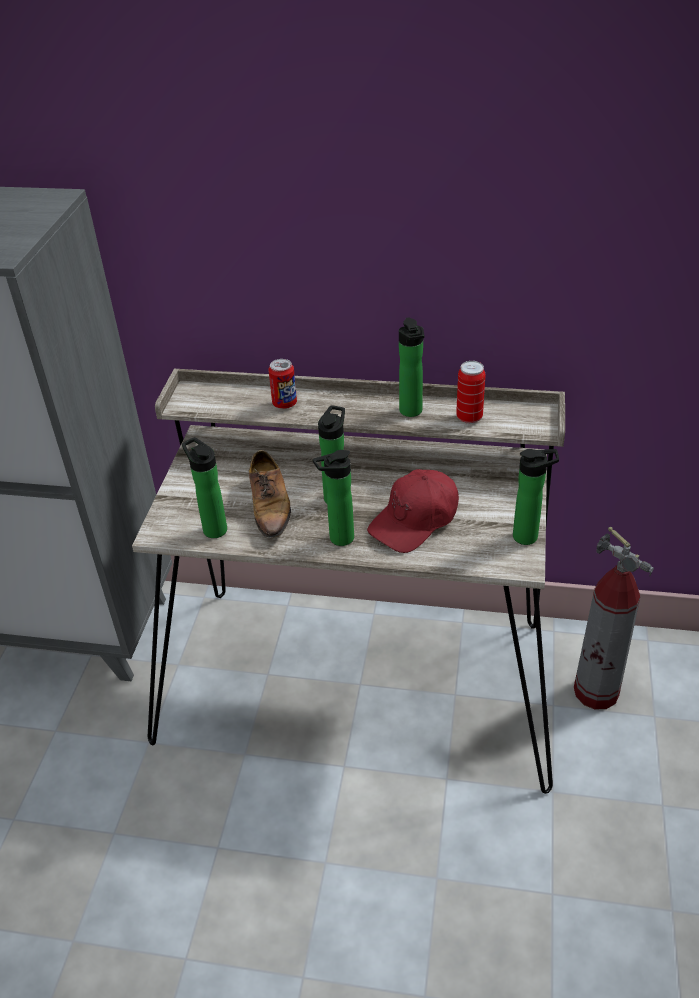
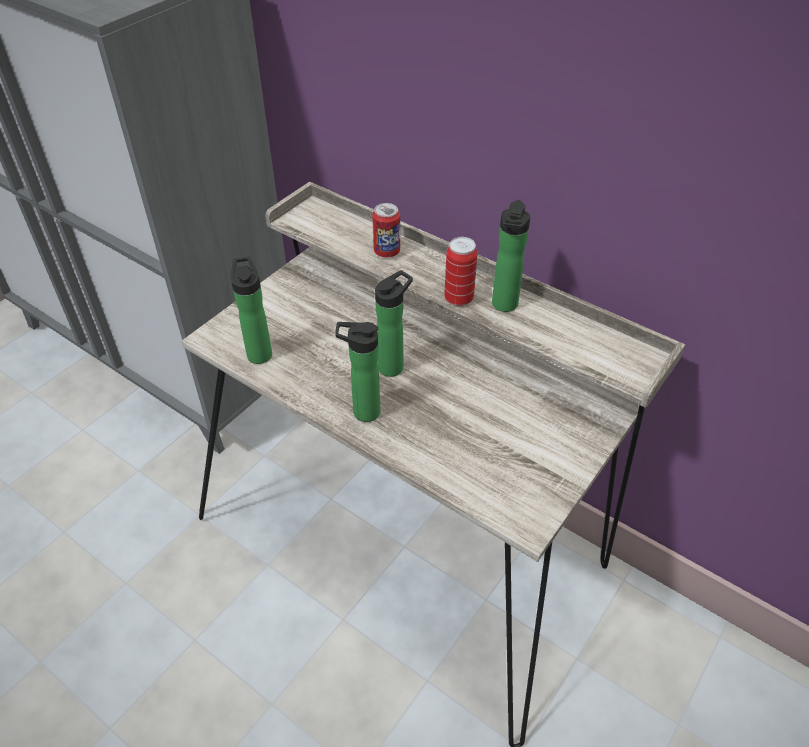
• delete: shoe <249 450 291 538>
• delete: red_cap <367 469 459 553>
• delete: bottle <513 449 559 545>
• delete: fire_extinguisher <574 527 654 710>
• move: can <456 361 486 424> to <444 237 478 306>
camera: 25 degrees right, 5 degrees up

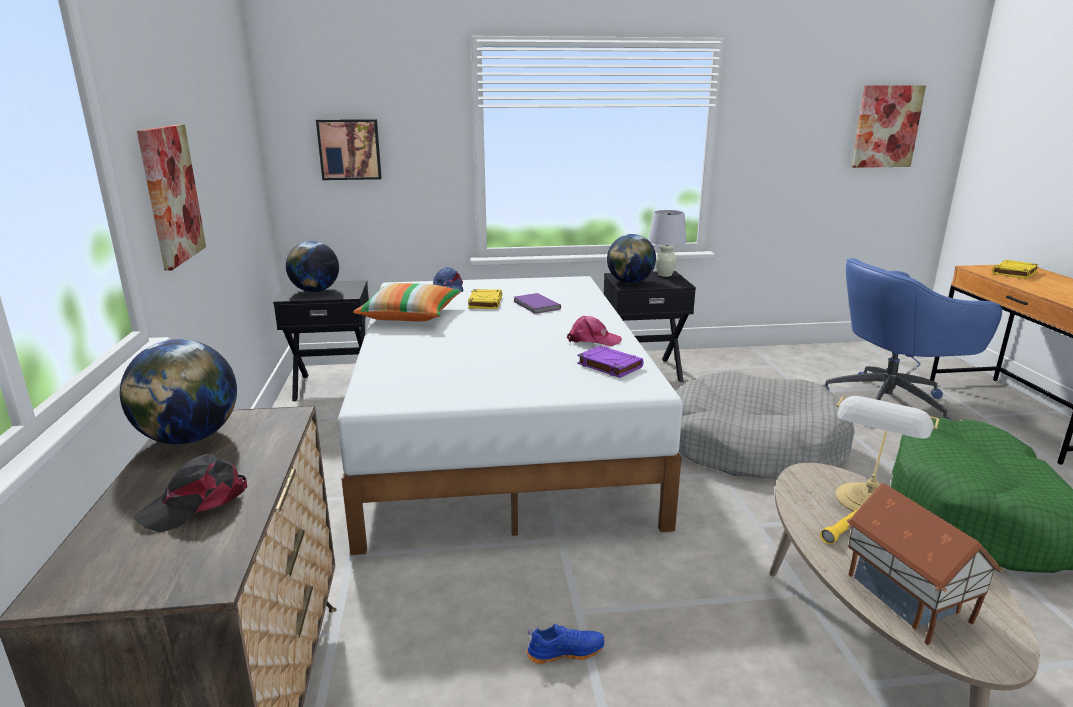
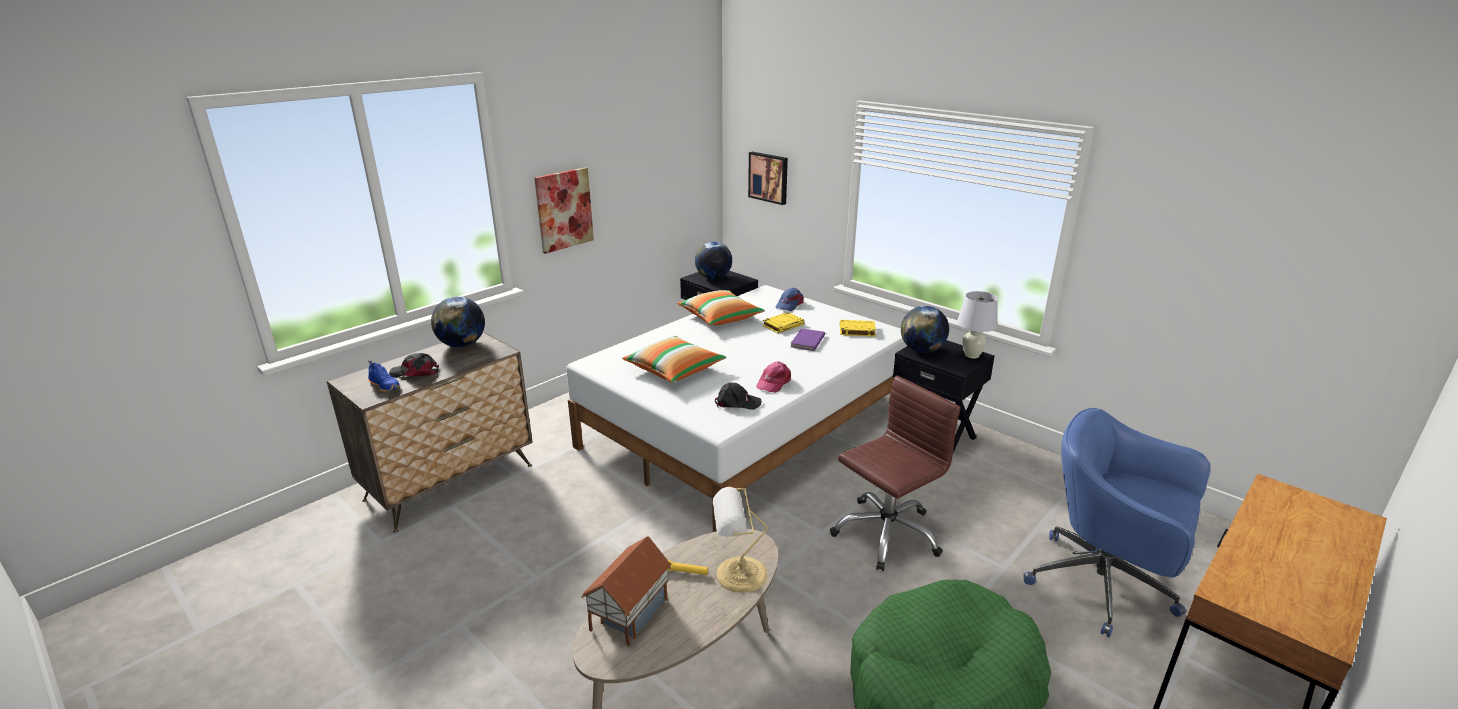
• delete: picture <851 86 926 168>
• insert: pillow <622 336 726 383>
• move: blue_shoe <527 624 605 664> to <368 360 400 392>
• move: yellow_book <992 260 1039 279> to <840 320 876 337>
• replace: purple_book <577 346 644 378> to black_cap <715 383 762 410>
• replace: grey_dog_bed <676 371 855 479> to brown_office_chair <830 376 961 571>
• rotate: pink_cap <567 316 622 346> = <756 361 791 393> 60 degrees clockwise
camera: 50 degrees right, 5 degrees up

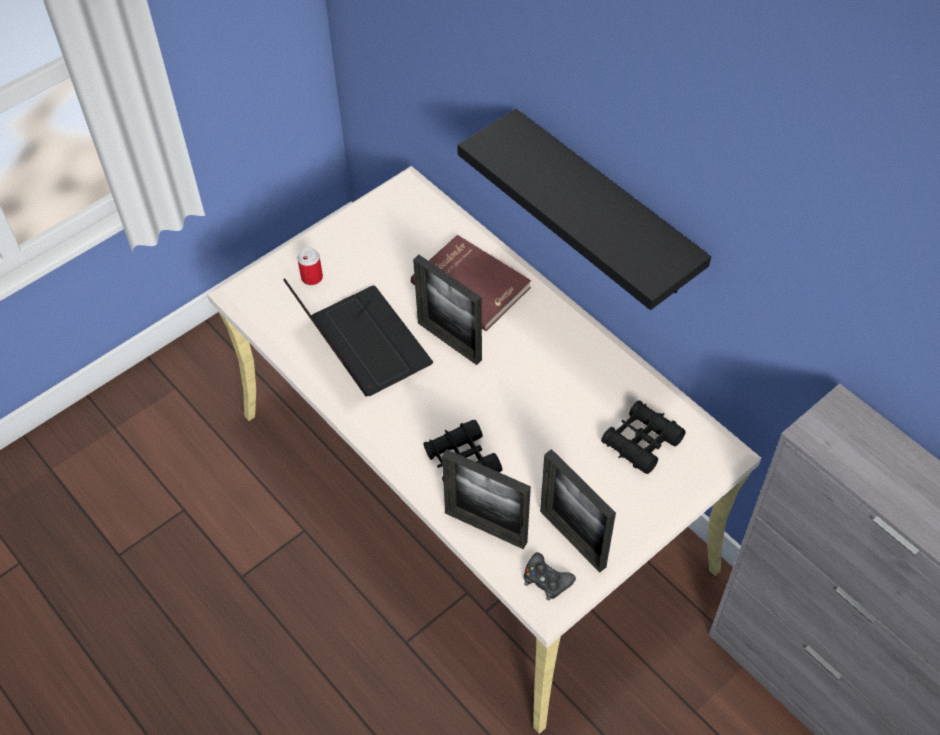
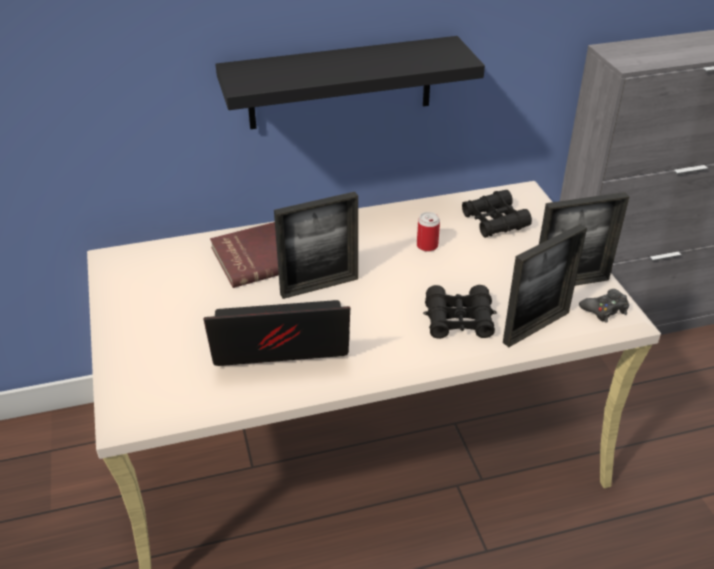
• move: can <297 248 323 285> to <417 212 440 252>
camera: 65 degrees left, 15 degrees down

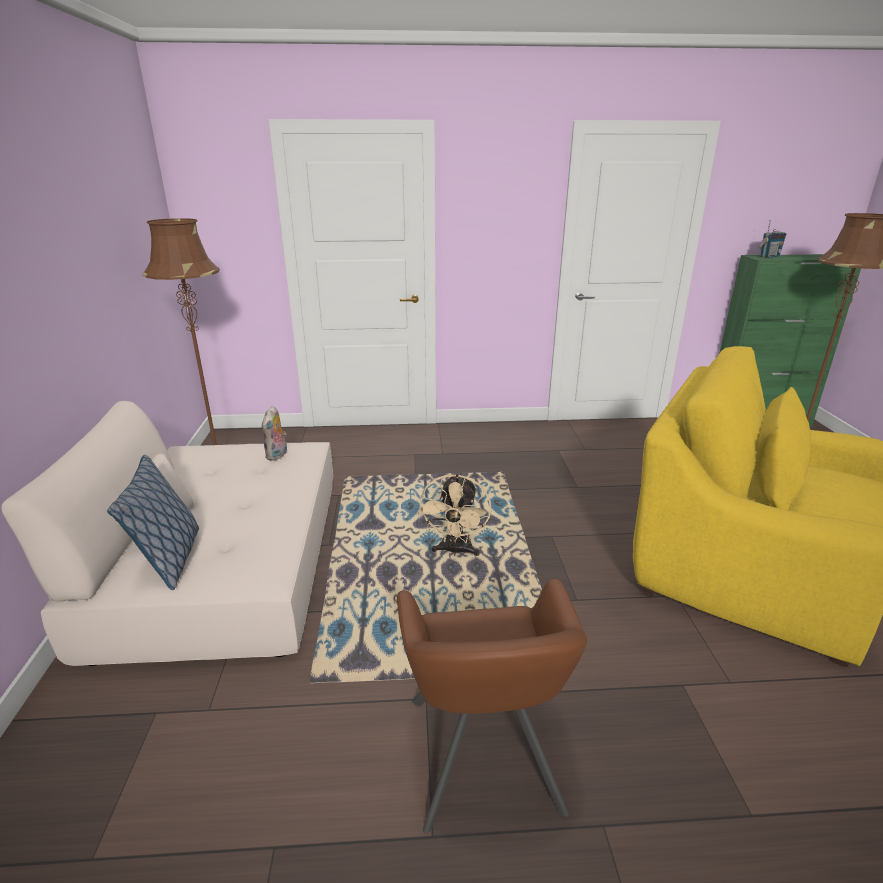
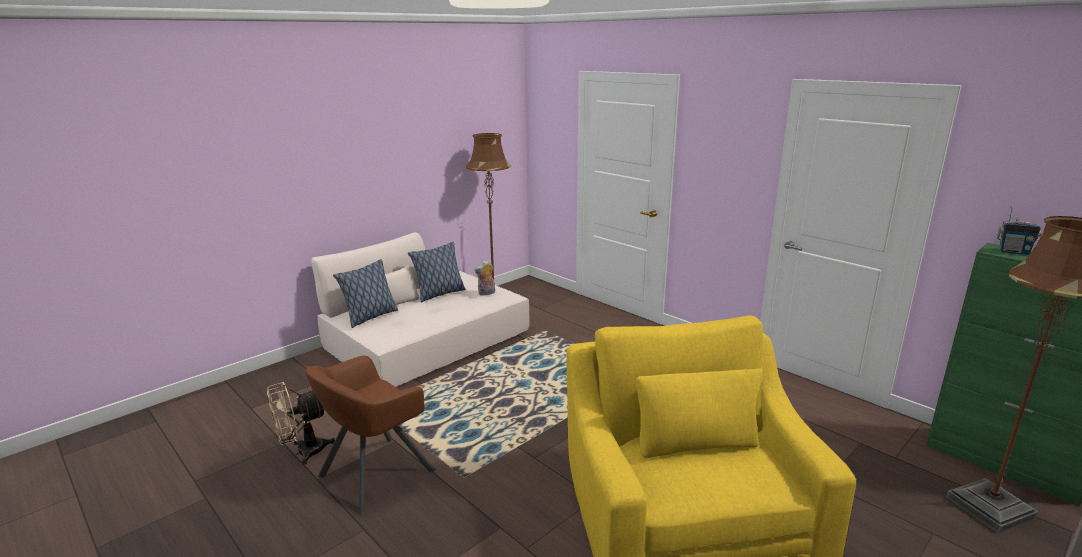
• insert: pillow <408 242 465 302>
• move: beige_fan <418 473 492 556> to <267 382 335 465>
camera: 50 degrees right, 5 degrees down

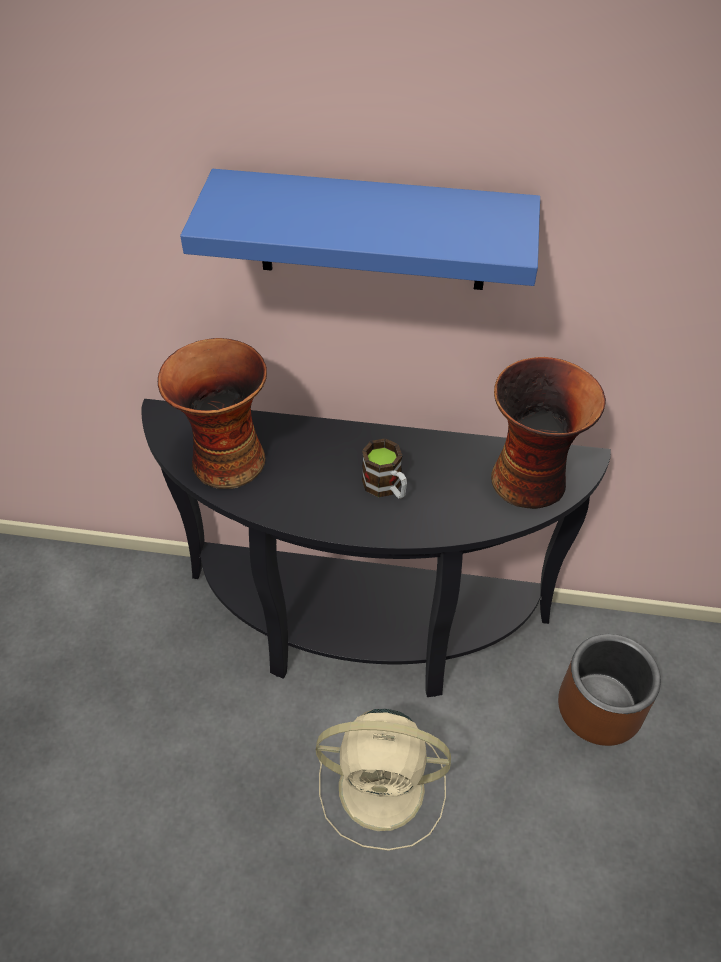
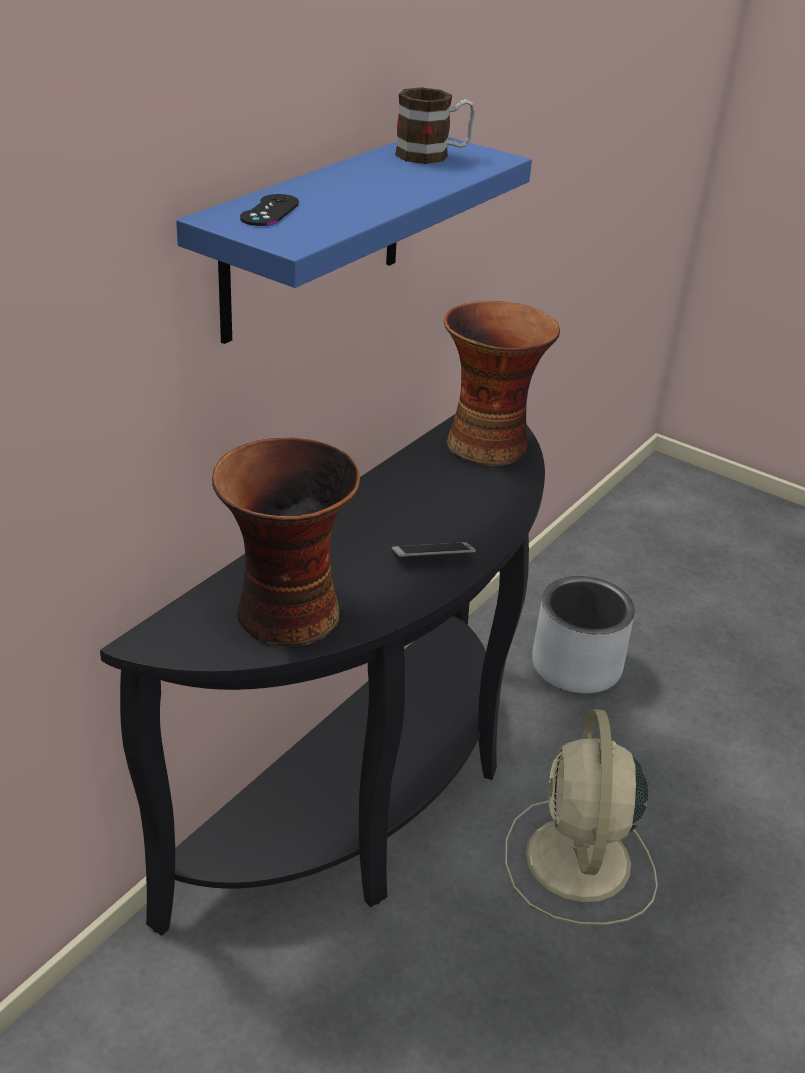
• insert: black_game_controller <240 194 299 226>
• insert: phone <392 542 476 557>
• move: mug <362 438 407 499> to <395 87 475 164>
• recolor: brown_planter <558 634 661 746> to grey_planter <532 576 635 694>
• rotate: beige_fan <316 709 451 851> = <505 709 658 925> 150 degrees clockwise
camera: 65 degrees left, 15 degrees down

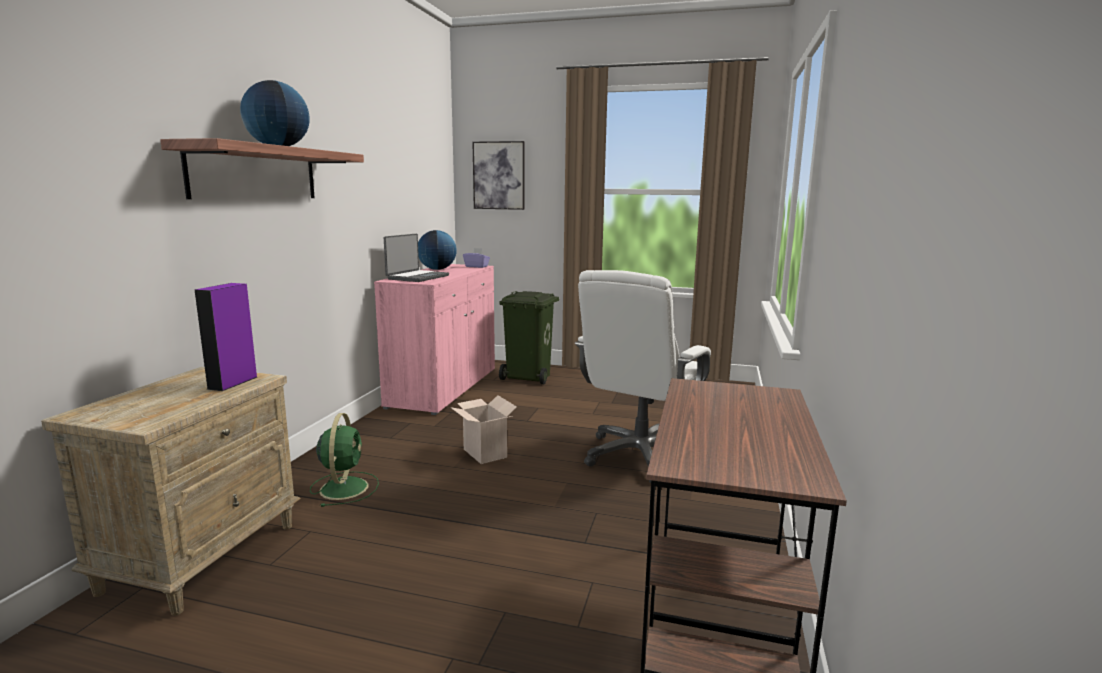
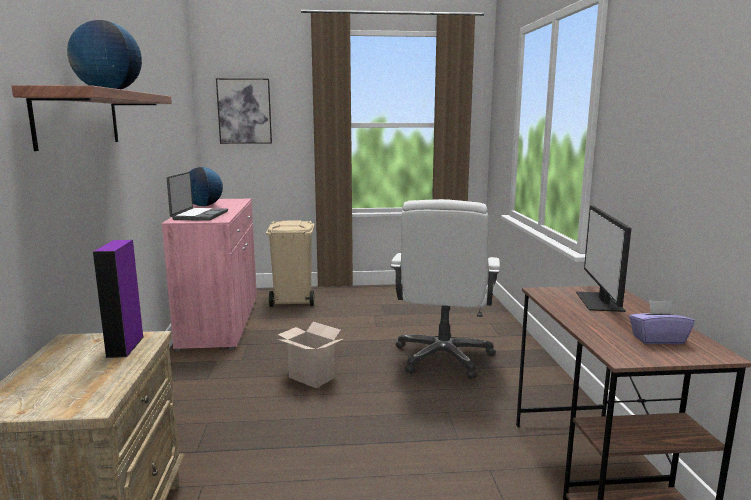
• delete: green_fan <310 413 379 507>
• insert: monitor <576 205 632 312>
• move: purple_tissue_box <463 248 490 268> to <629 300 695 344>
• recolor: green_trash_can <499 291 559 384> to beige_trash_can <266 221 315 307>
camera: 20 degrees left, 0 degrees up

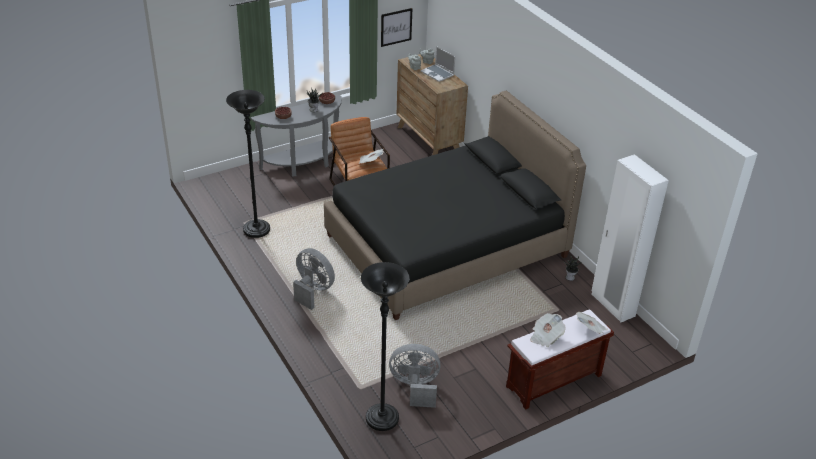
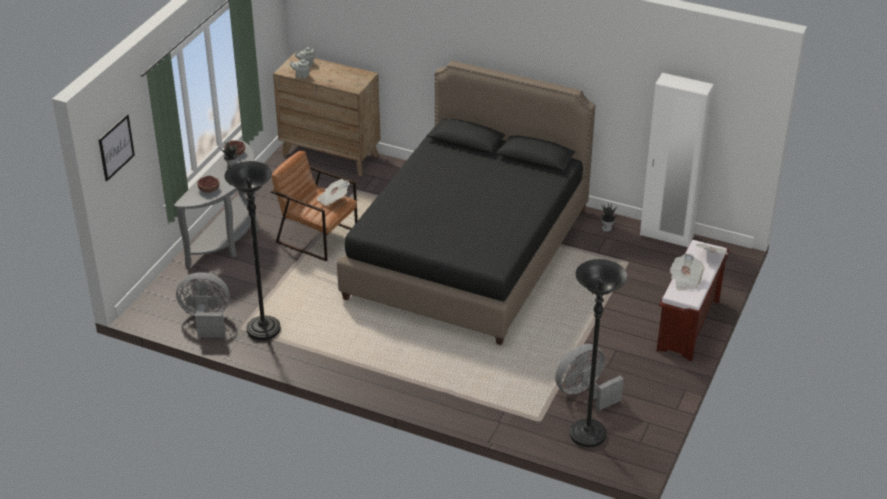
• delete: laptop <421 46 455 82>
• move: grey_fan <293 248 335 310> to <176 272 230 337>
• move: picture <381 8 413 47> to <98 114 135 181>
camera: 35 degrees left, 0 degrees up

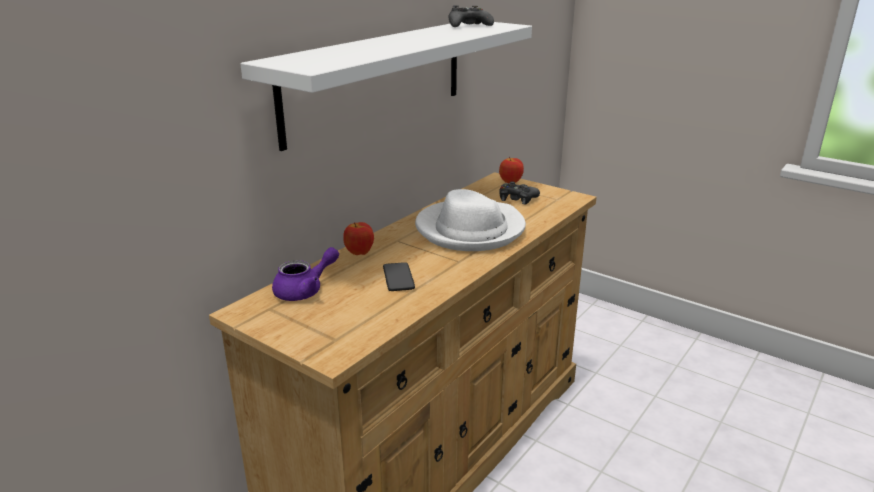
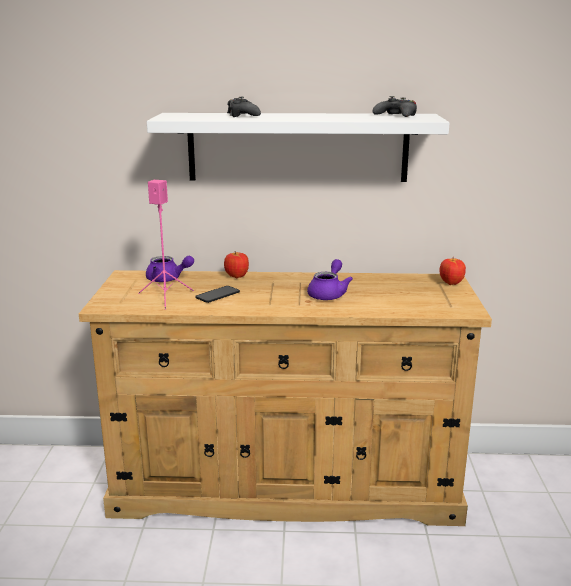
• insert: pink_speaker <138 180 194 310>
• move: black_game_controller <499 181 540 204> to <227 97 261 117>
• replace: white_hat <415 189 526 251> to purple_teapot <307 259 353 300>
camera: 55 degrees right, 5 degrees down

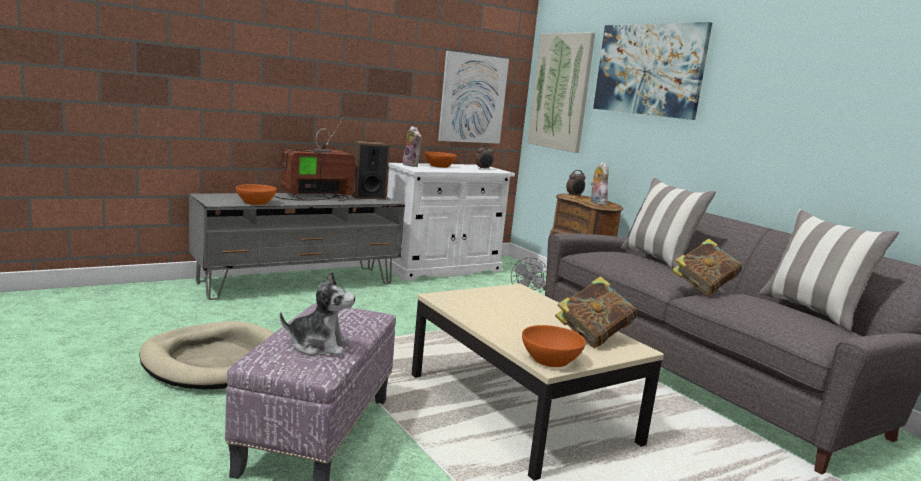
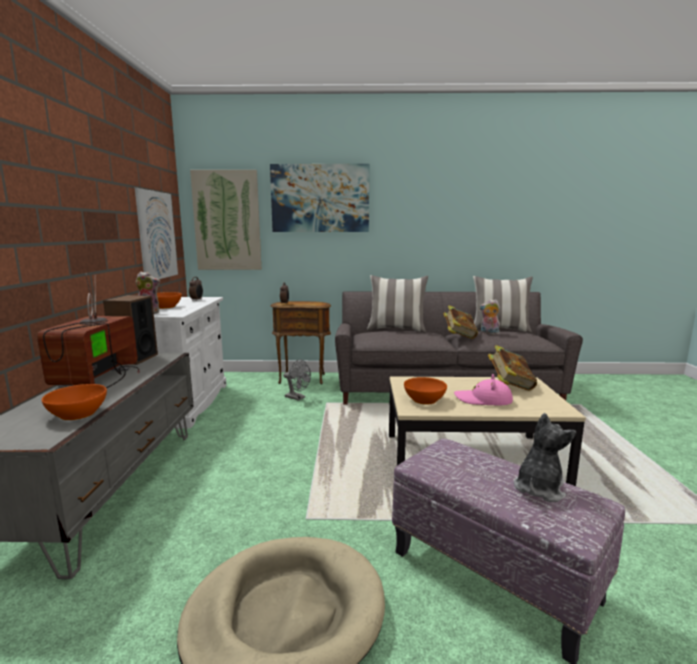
• insert: pink_hat <454 374 513 405>
• move: orange_bowl <522 325 586 367> to <404 377 447 405>
• move: plush_toy <591 162 608 205> to <479 299 500 335>
camera: 55 degrees left, 0 degrees up

